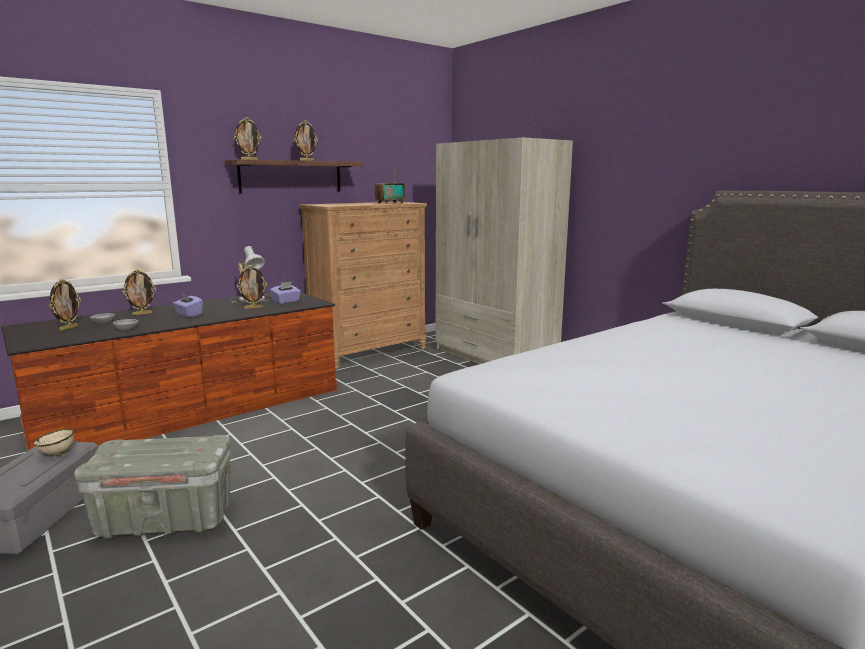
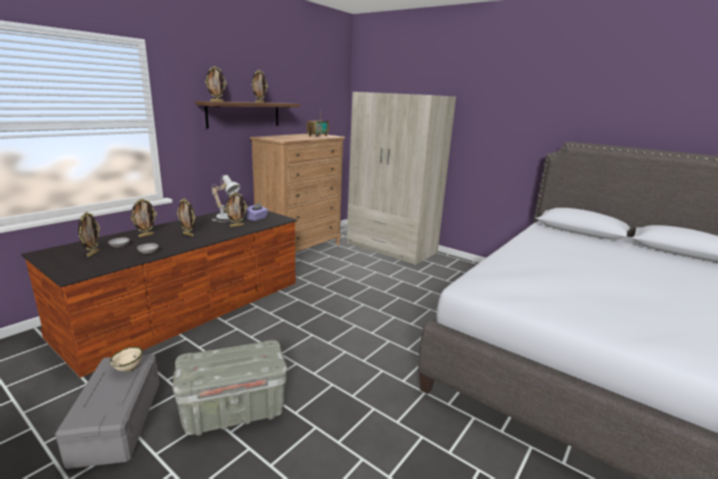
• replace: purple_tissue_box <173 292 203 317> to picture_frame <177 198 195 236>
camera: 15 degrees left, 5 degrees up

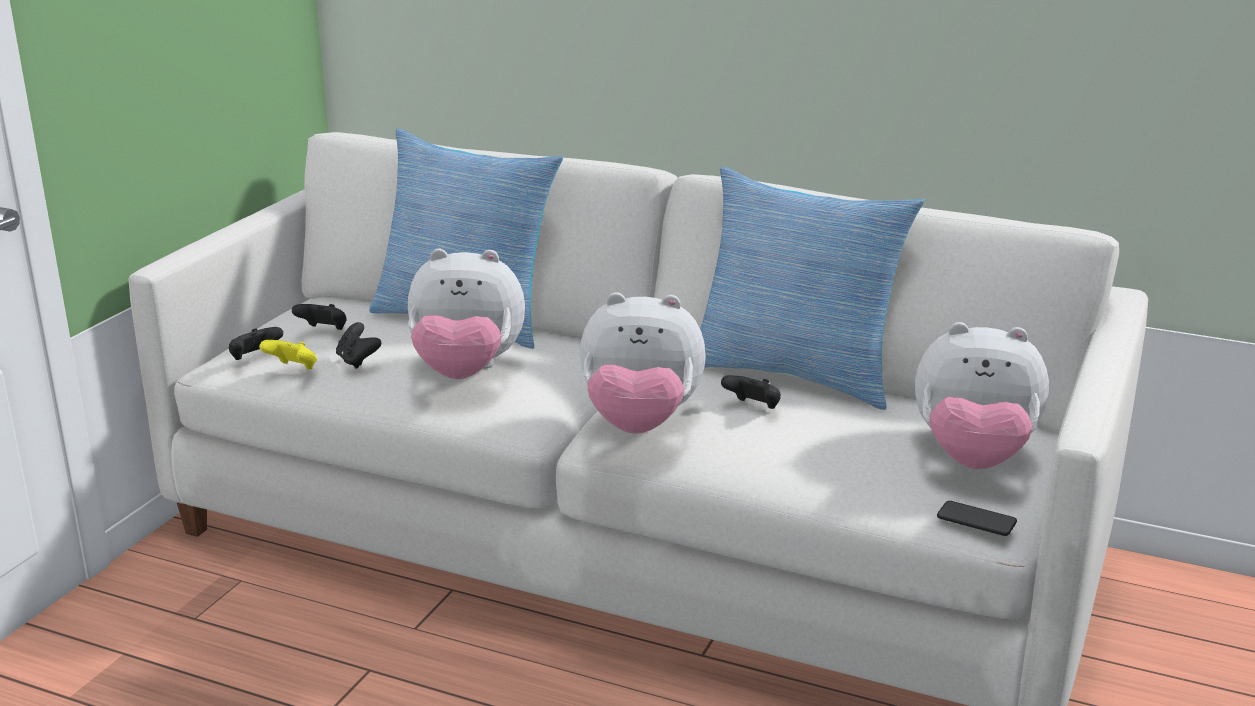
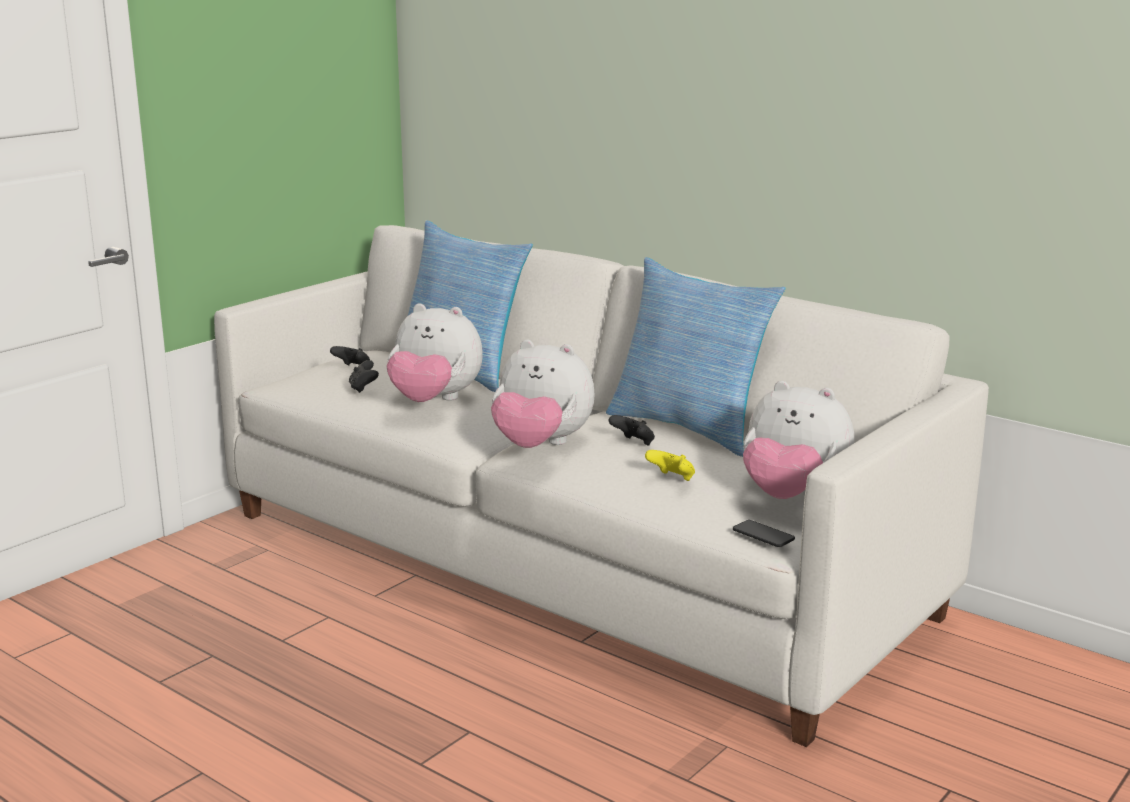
• delete: black_game_controller <229 327 283 360>
• move: yellow_game_controller <259 340 317 370> to <645 450 695 481>
camera: 15 degrees right, 5 degrees down

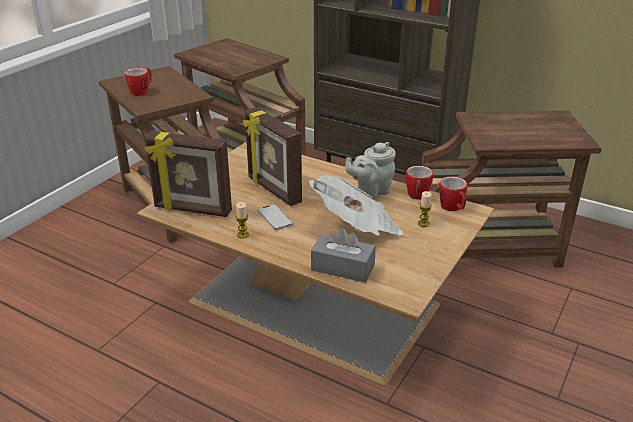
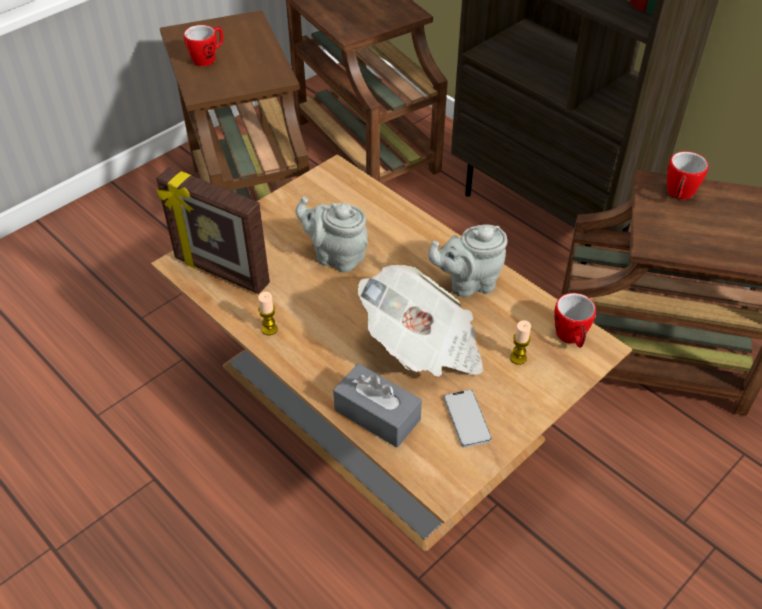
• move: phone <258 204 293 230> to <444 390 492 447>
• move: mug <406 166 433 200> to <667 151 708 200>
• replace: picture_frame <243 107 302 206> to grey_teapot <295 197 368 273>
camera: 15 degrees right, 15 degrees up

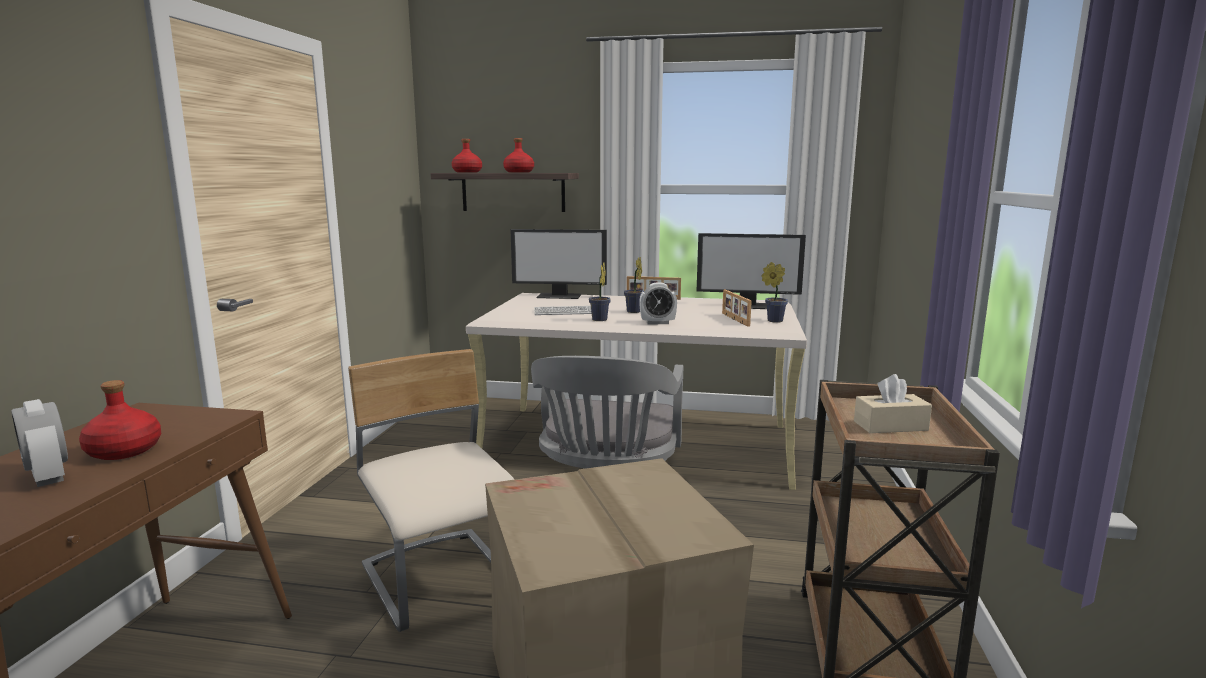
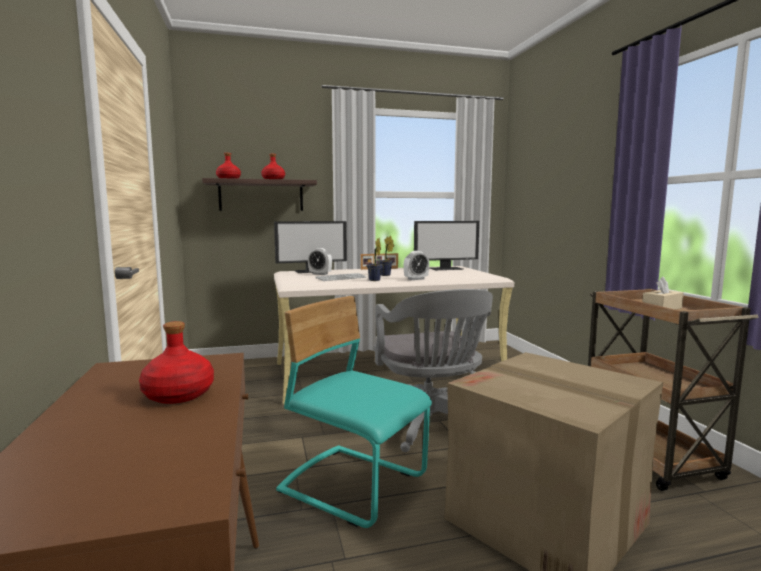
• delete: picture_frame <722 290 752 326>
• delete: potted_plant <761 262 788 323>
• move: alarm_clock <11 399 68 487> to <308 248 332 275>
• recolor: beige_chair <348 349 515 632> to turquoise_chair <276 296 432 528>
camera: 25 degrees left, 5 degrees down

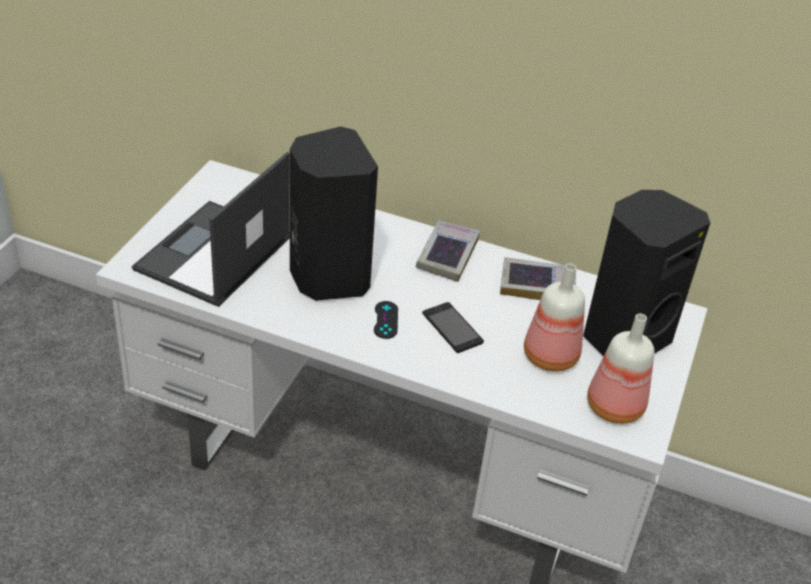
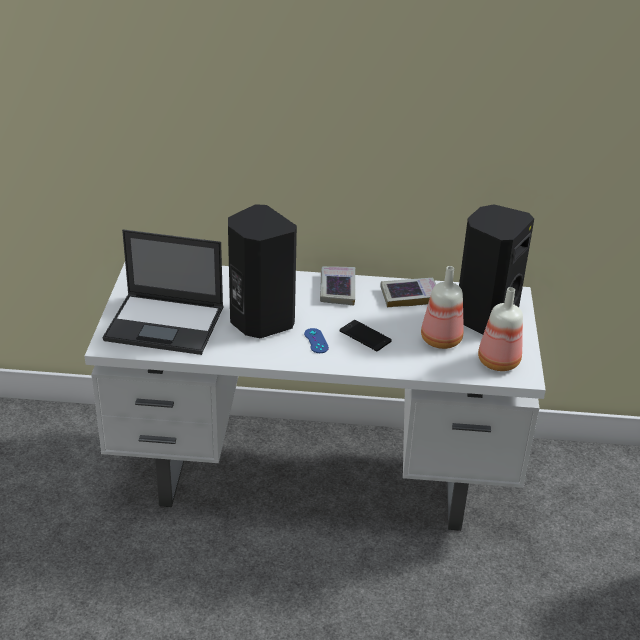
• recolor: black_game_controller <374 301 398 339> to blue_game_controller <304 328 329 353>
• rotate: laptop <132 152 290 307> = <103 229 223 355> 90 degrees counterclockwise
camera: 15 degrees left, 5 degrees down

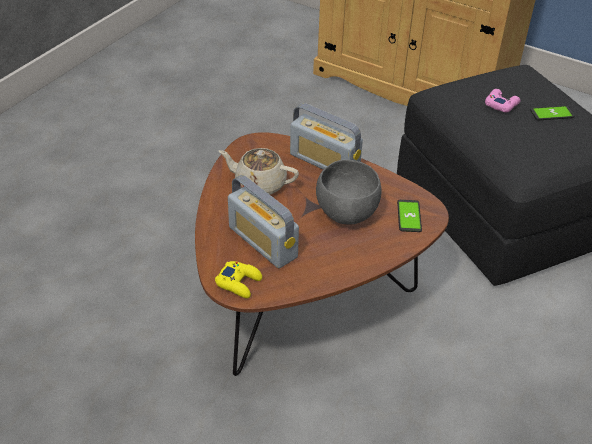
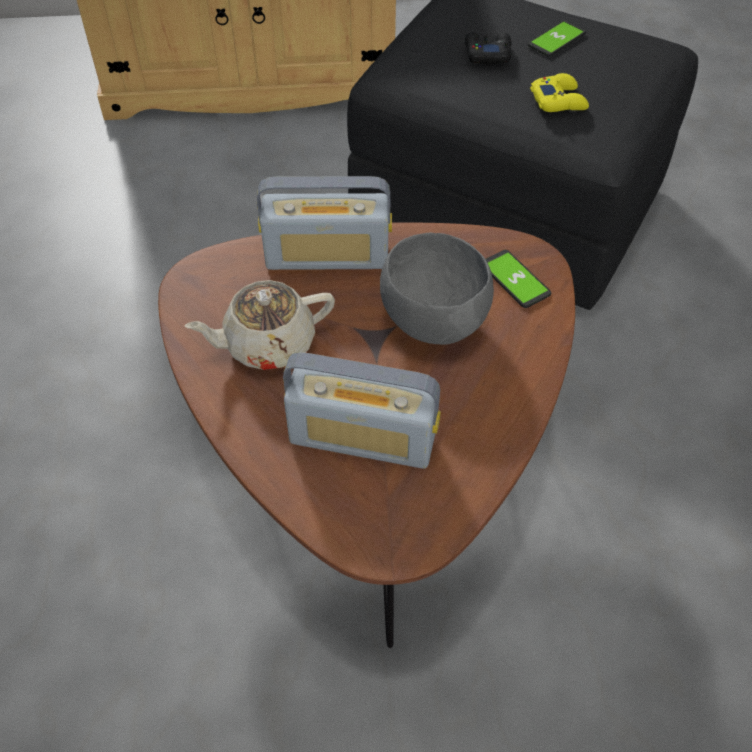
• move: yellow_game_controller <215 261 262 298> to <530 73 589 112>
• recolor: pink_game_controller <485 89 521 113> to black_game_controller <465 32 511 65>
camera: 35 degrees left, 10 degrees up

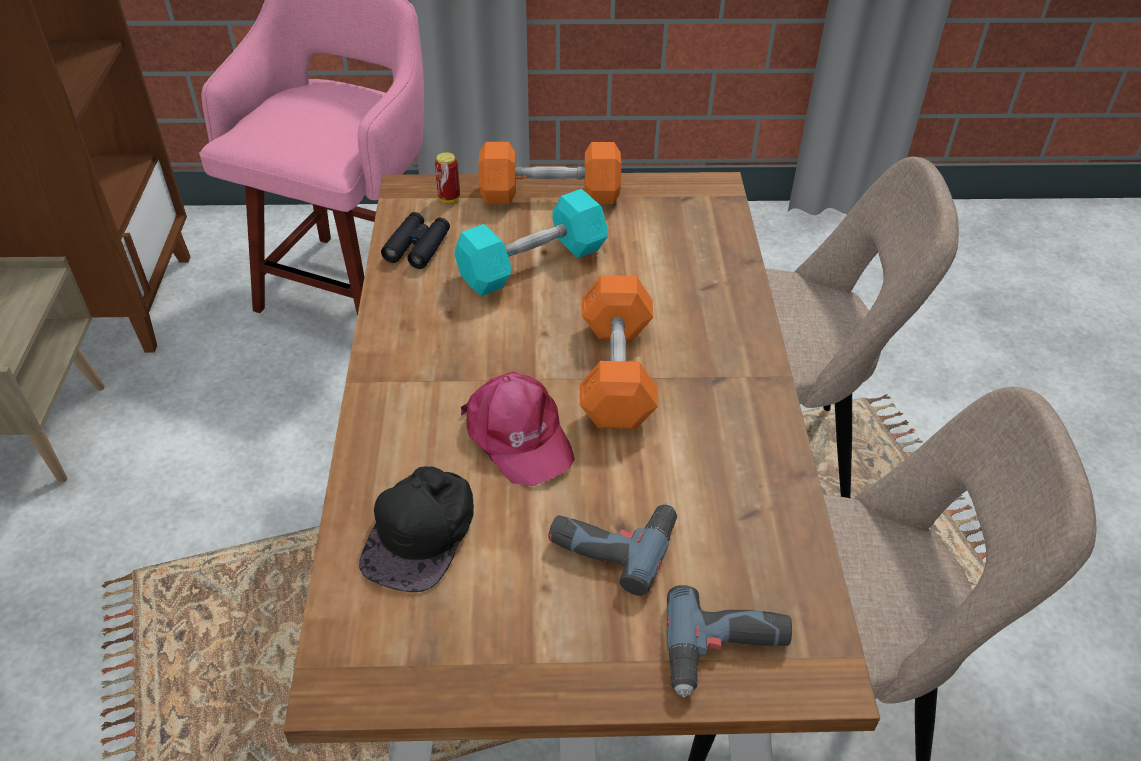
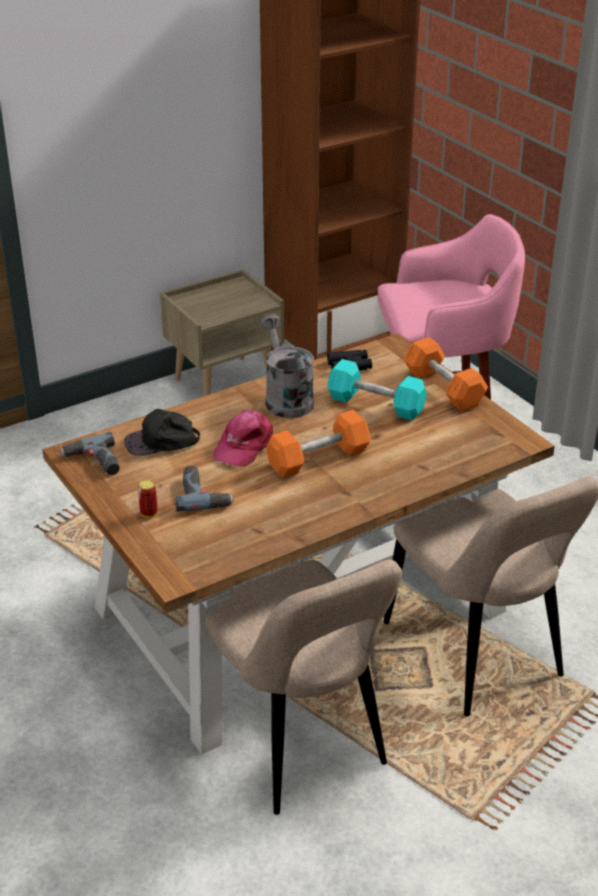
• insert: grey_watering_can <260 314 314 418>
• move: can <435 152 460 203> to <138 480 158 518>
• move: power_drill <666 585 792 698> to <60 432 120 475>
camera: 60 degrees right, 10 degrees down

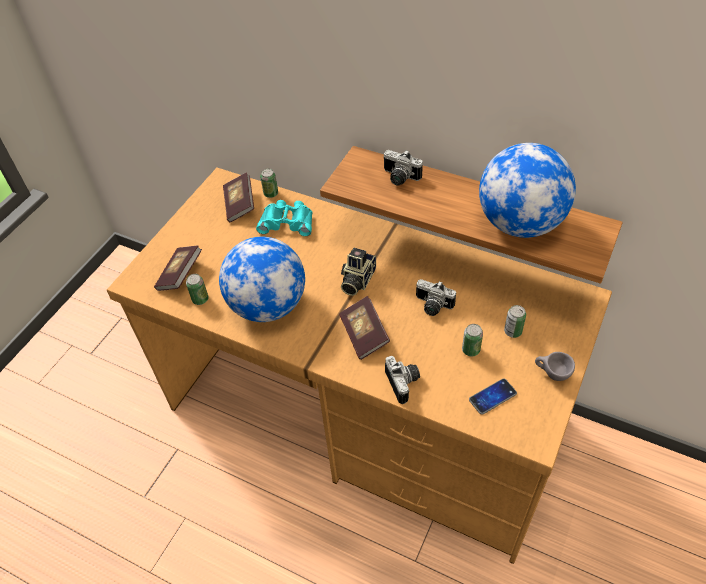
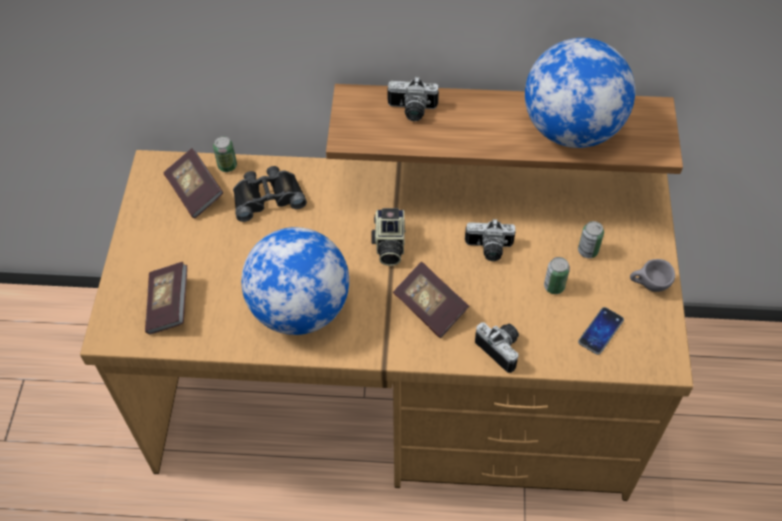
• delete: can <186 274 208 305>
• recolor: turquoise_binoculars <256 200 313 236> to black_binoculars <233 166 307 222>
camera: 25 degrees left, 5 degrees up

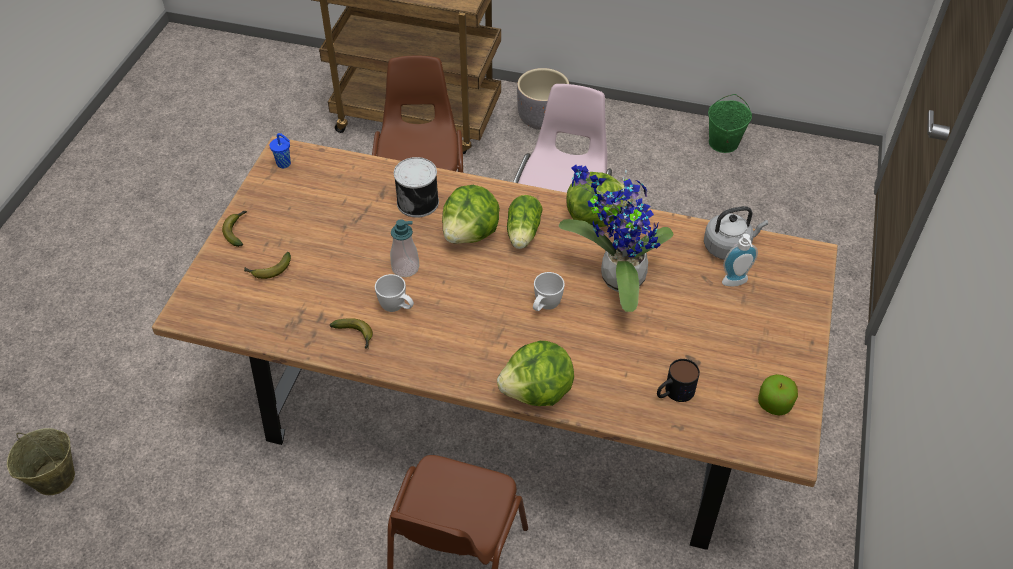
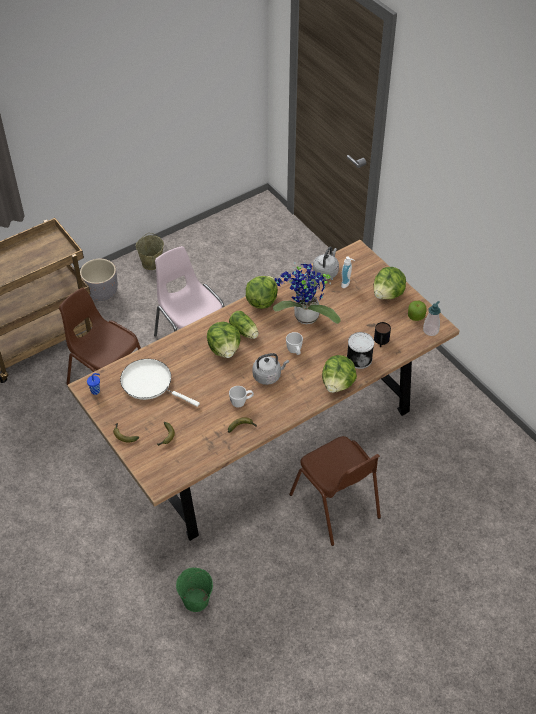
• insert: white_frying_pan <120 359 200 407>
• insert: grey_kettle <252 353 289 385>
• insert: lettuce <374 267 406 299>
• move: beige_bucket <7 428 75 495> to <136 233 164 270>
• move: soap_dispenser <390 219 419 277> to <423 301 441 336>
• move: can <394 157 439 218> to <347 332 374 369>
• move: green_bucket <708 94 752 153> to <176 568 213 612>
camera: 50 degrees left, 0 degrees up

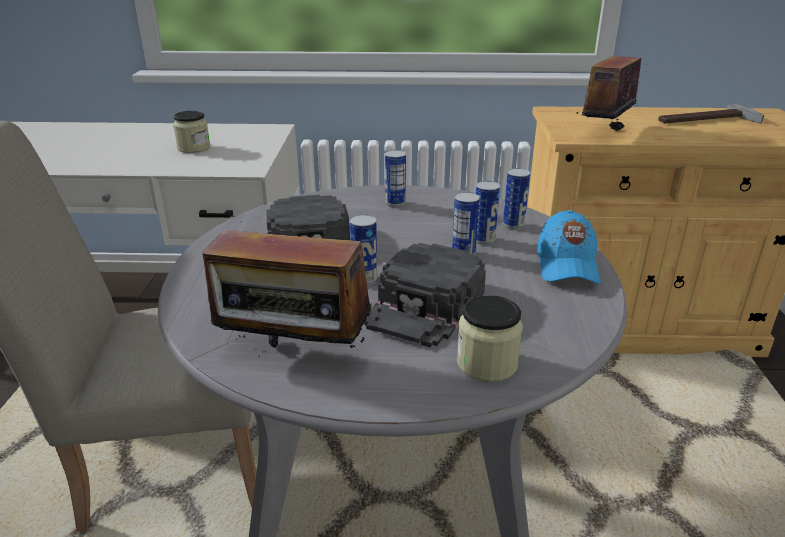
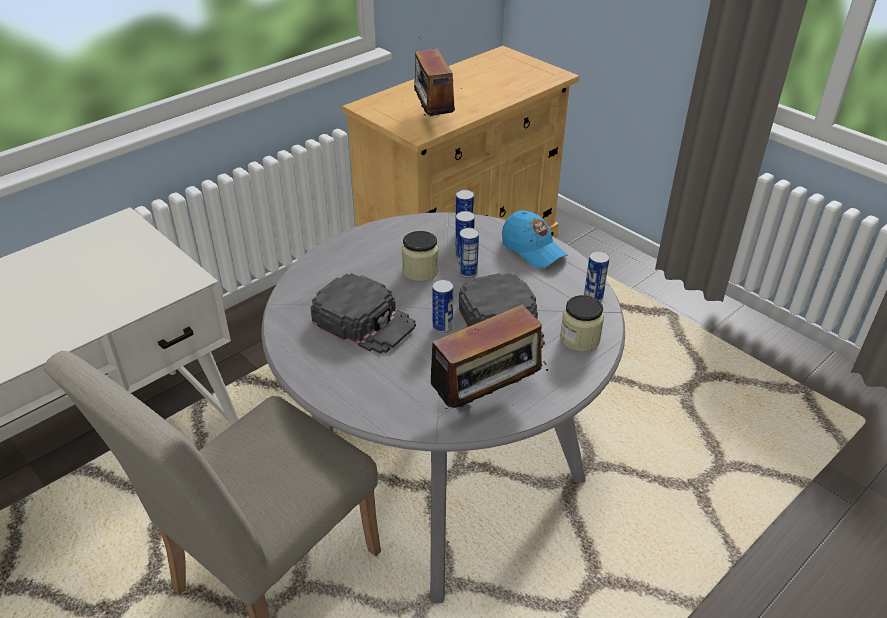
• delete: hammer <658 104 764 123>
• move: jar <173 111 210 153> to <402 231 439 282>
• move: can <385 150 406 207> to <584 251 610 301>
camera: 45 degrees left, 10 degrees up

